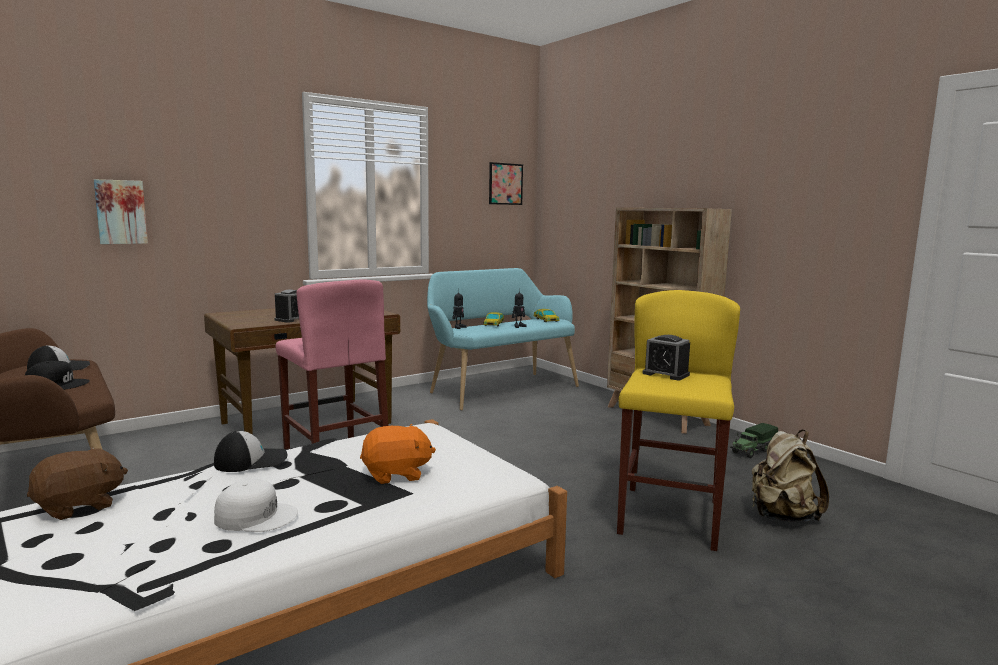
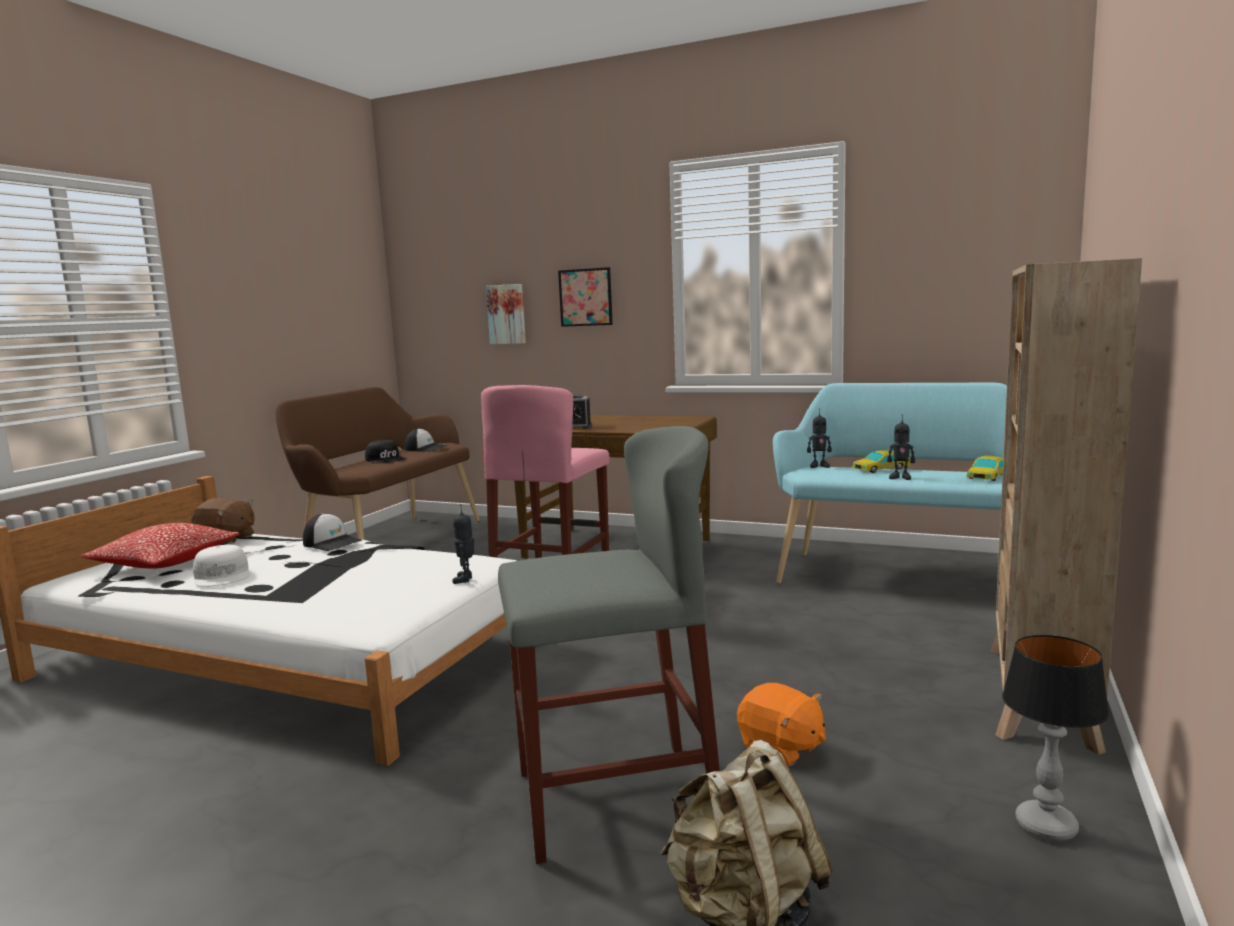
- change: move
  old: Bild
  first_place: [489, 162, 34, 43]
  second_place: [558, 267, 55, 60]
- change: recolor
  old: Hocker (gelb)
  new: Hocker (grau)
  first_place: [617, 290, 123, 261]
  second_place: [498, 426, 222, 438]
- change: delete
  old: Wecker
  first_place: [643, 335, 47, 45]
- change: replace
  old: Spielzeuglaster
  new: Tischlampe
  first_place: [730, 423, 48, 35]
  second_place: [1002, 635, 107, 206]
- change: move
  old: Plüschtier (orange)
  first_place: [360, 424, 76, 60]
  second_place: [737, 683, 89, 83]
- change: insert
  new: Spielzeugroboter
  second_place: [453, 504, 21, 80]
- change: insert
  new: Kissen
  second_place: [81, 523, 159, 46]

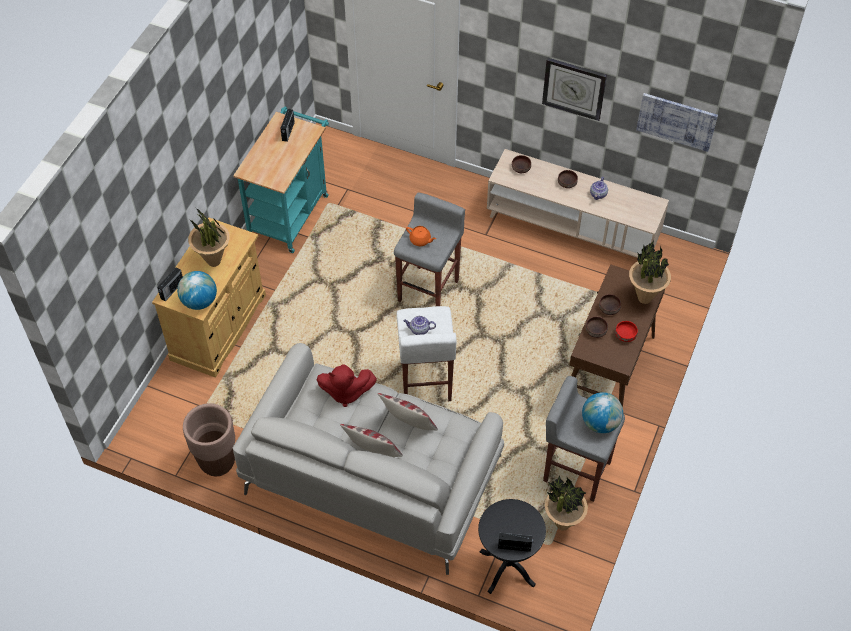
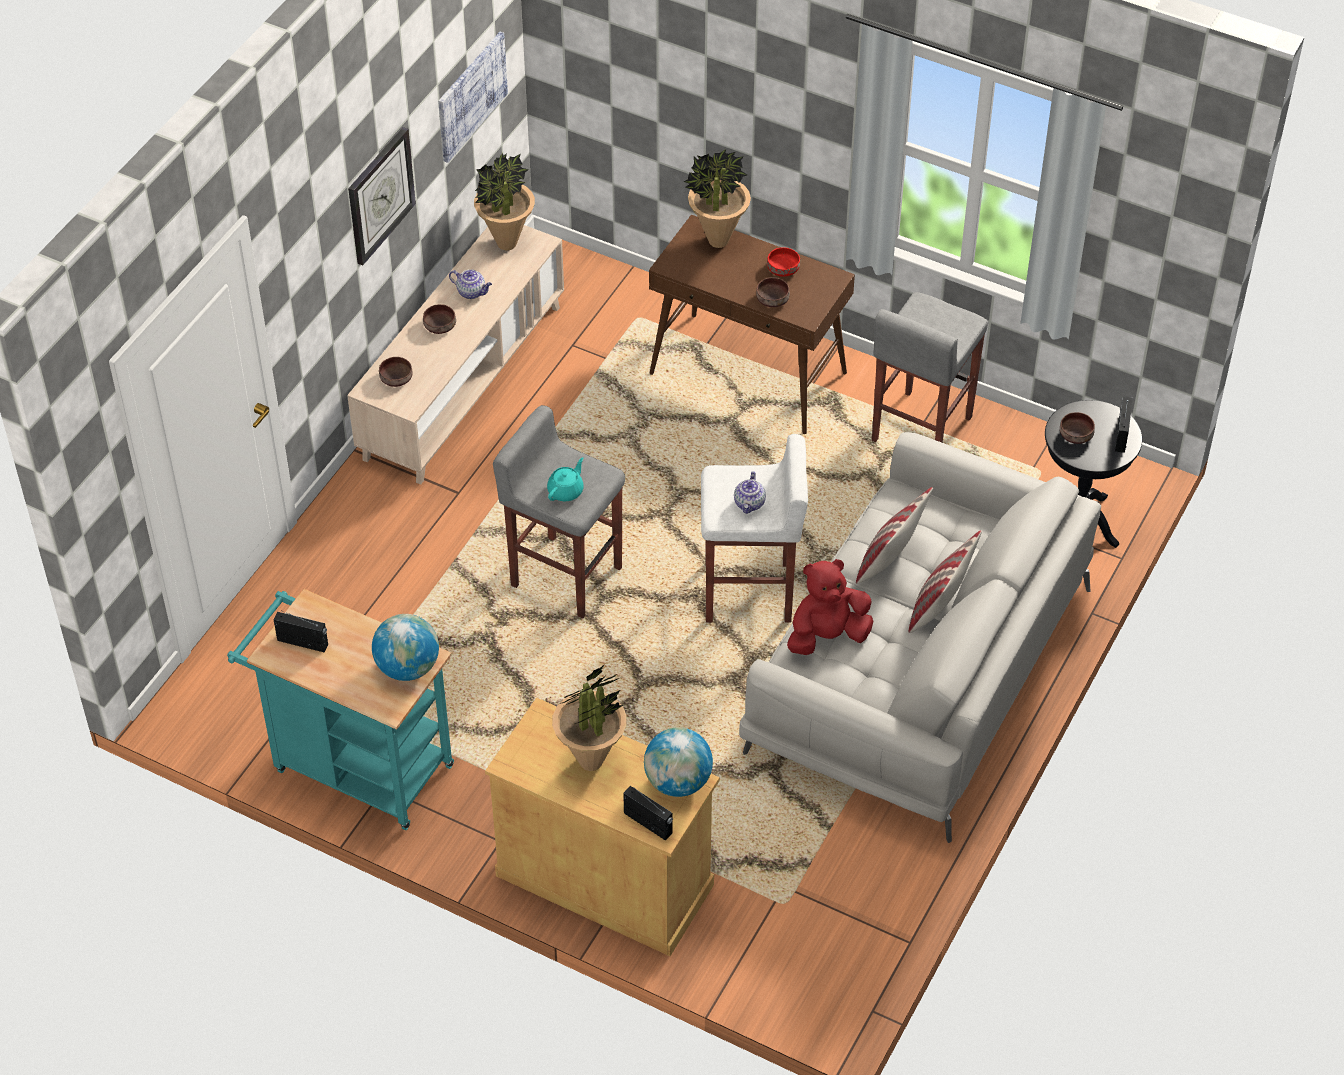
- change: recolor
  old: Teekanne (orange)
  new: Teekanne (türkis)
  first_place: [406, 226, 30, 20]
  second_place: [547, 457, 37, 44]
- change: move
  old: Schüssel (braun)
  first_place: [599, 294, 22, 21]
  second_place: [1060, 412, 35, 32]
- change: rotate
  old: Plüschtier (rot)
  first_place: [316, 364, 61, 43]
  second_place: [787, 559, 86, 96]
  degrees: -120
- change: move
  old: Globus
  first_place: [582, 392, 41, 41]
  second_place: [372, 614, 67, 67]
- change: delete
  old: Pflanzkübel (braun)
  first_place: [183, 403, 52, 73]
- change: move
  old: Topfpflanze
  first_place: [545, 476, 43, 55]
  second_place: [474, 153, 61, 97]

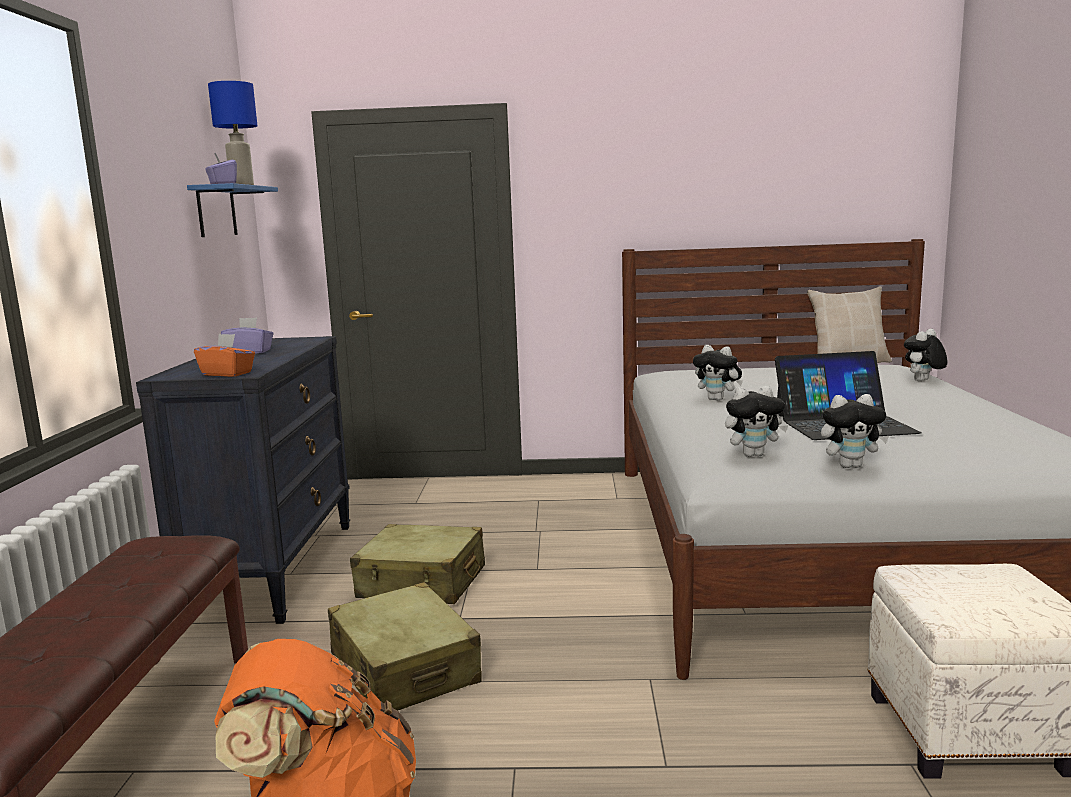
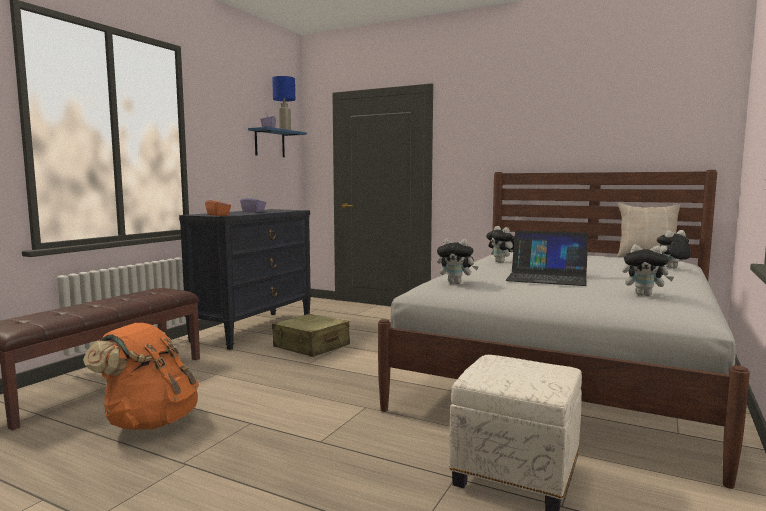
- change: move
  old: Plüschtier
  first_place: [821, 394, 68, 74]
  second_place: [622, 244, 52, 52]
- change: delete
  old: Koffer (beige)
  first_place: [328, 582, 154, 128]

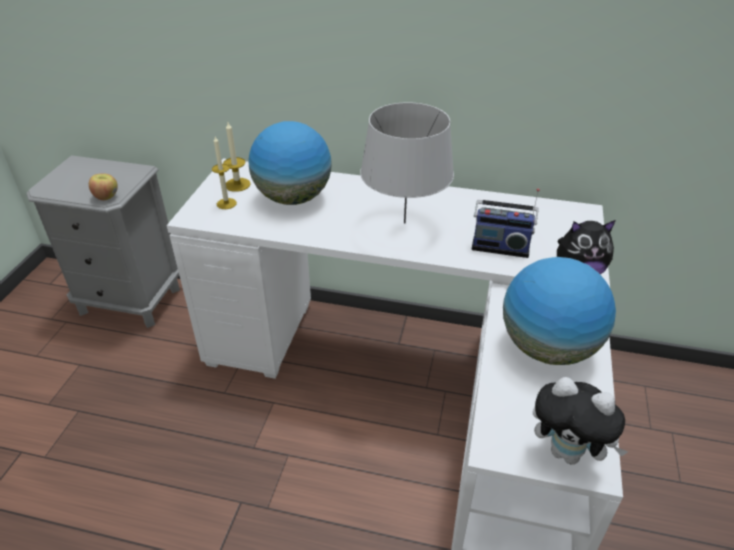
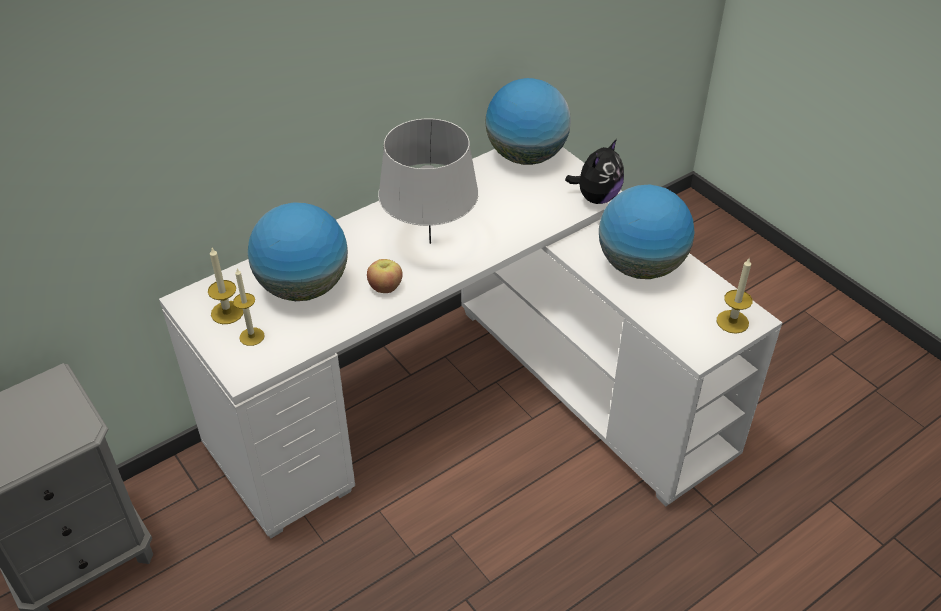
- change: move
  old: Apfel
  first_place: [89, 174, 29, 26]
  second_place: [367, 259, 36, 34]
- change: delete
  old: Radio
  first_place: [471, 188, 69, 70]
- change: replace
  old: Plüschtier
  new: Kerze
  first_place: [533, 377, 95, 88]
  second_place: [717, 257, 36, 77]
- change: insert
  new: Globus
  second_place: [485, 78, 86, 87]

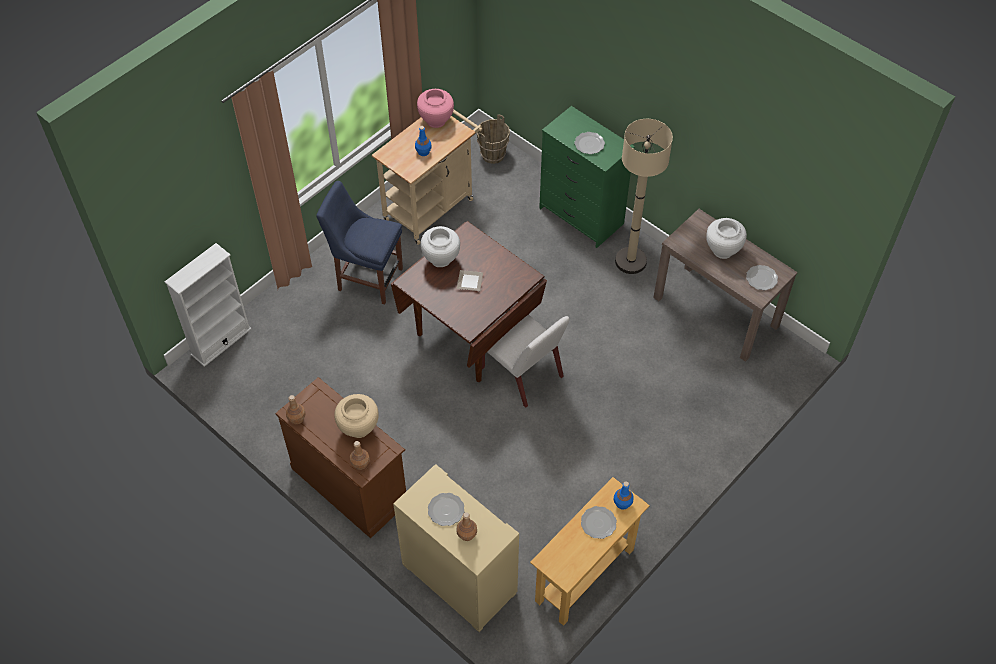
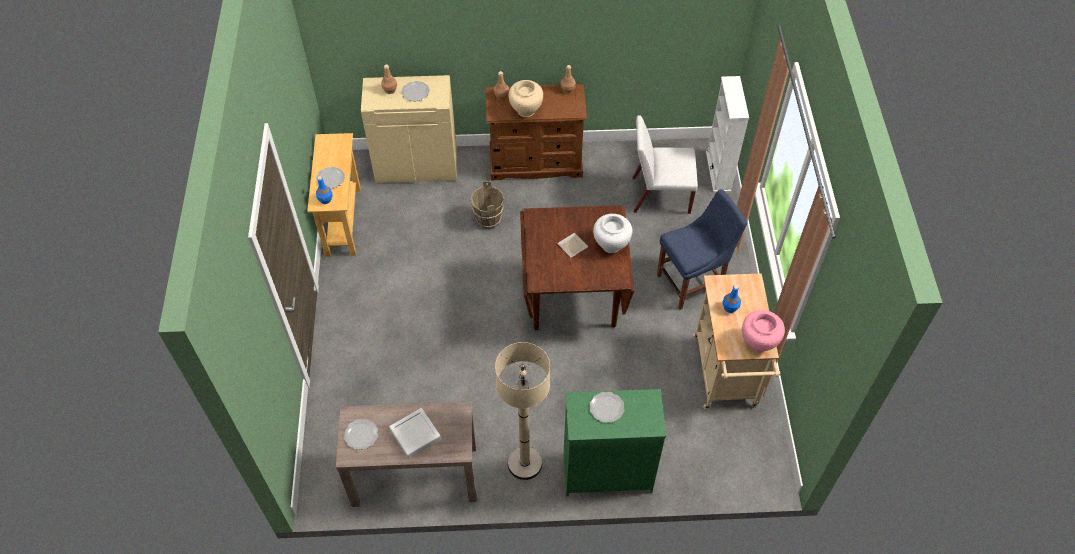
- change: move
  old: Eimer (braun)
  first_place: [476, 115, 34, 49]
  second_place: [471, 181, 33, 48]
- change: replace
  old: Vase (weiß)
  new: Tablett (grau)
  first_place: [706, 218, 41, 41]
  second_place: [389, 408, 52, 51]
- change: move
  old: Stuhl (weiß)
  first_place: [482, 314, 88, 94]
  second_place: [632, 115, 66, 99]

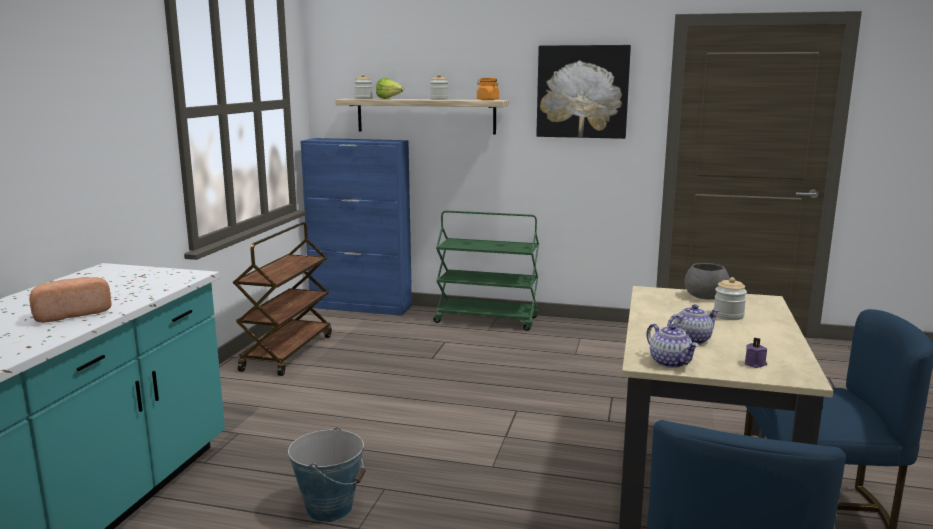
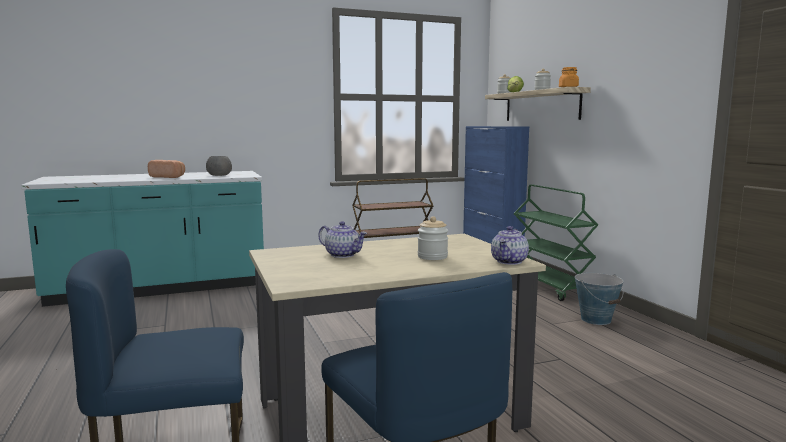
- change: delete
  old: Bild
  first_place: [536, 45, 95, 94]
- change: move
  old: Schüssel (grau)
  first_place: [684, 263, 45, 37]
  second_place: [206, 156, 26, 20]
- change: move
  old: Teekanne
  first_place: [646, 324, 53, 44]
  second_place: [491, 226, 38, 39]
- change: delete
  old: Kerze (lila)
  first_place: [745, 337, 22, 31]
- change: move
  old: Eimer
  first_place: [288, 427, 78, 95]
  second_place: [575, 273, 49, 52]

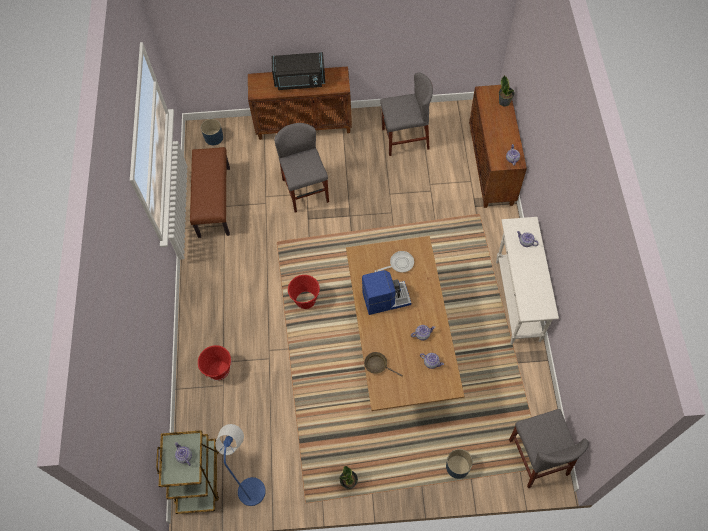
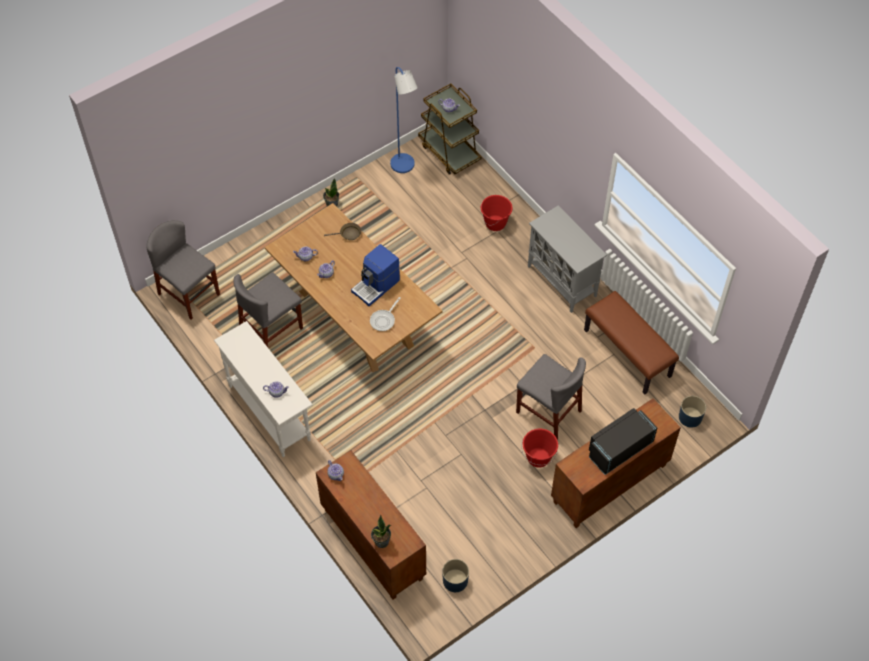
- change: move
  old: Stuhl (grau)
  first_place: [380, 72, 53, 84]
  second_place: [233, 272, 70, 75]
- change: move
  old: Eimer (rot)
  first_place: [288, 275, 32, 34]
  second_place: [521, 429, 37, 39]
- change: move
  old: Pflanzkübel (blau)
  first_place: [446, 449, 27, 30]
  second_place: [442, 559, 27, 33]
- change: insert
  new: Schrank (grau)
  second_place: [528, 205, 79, 108]

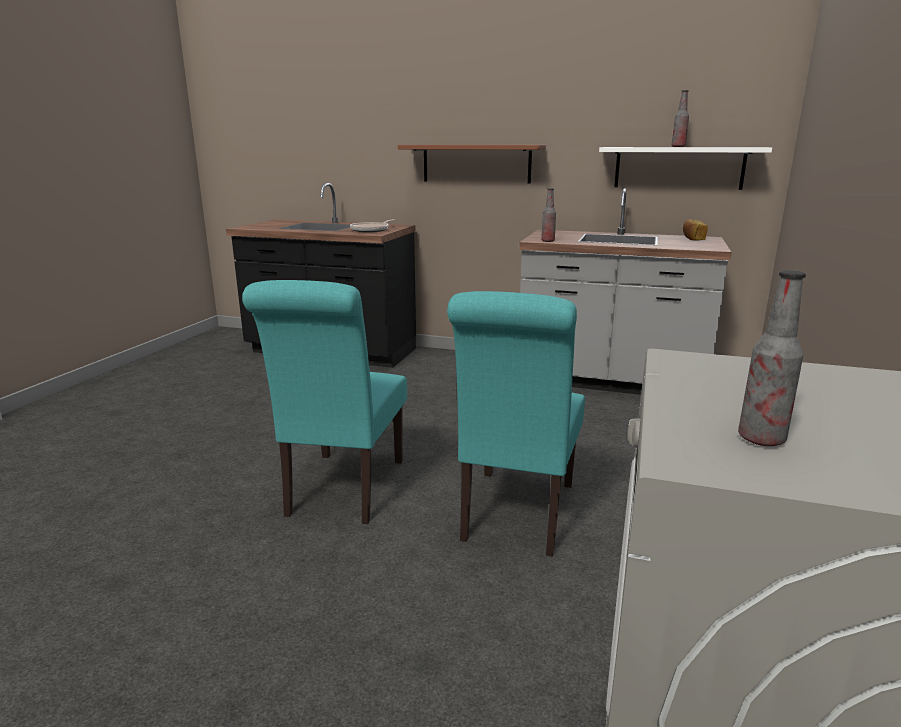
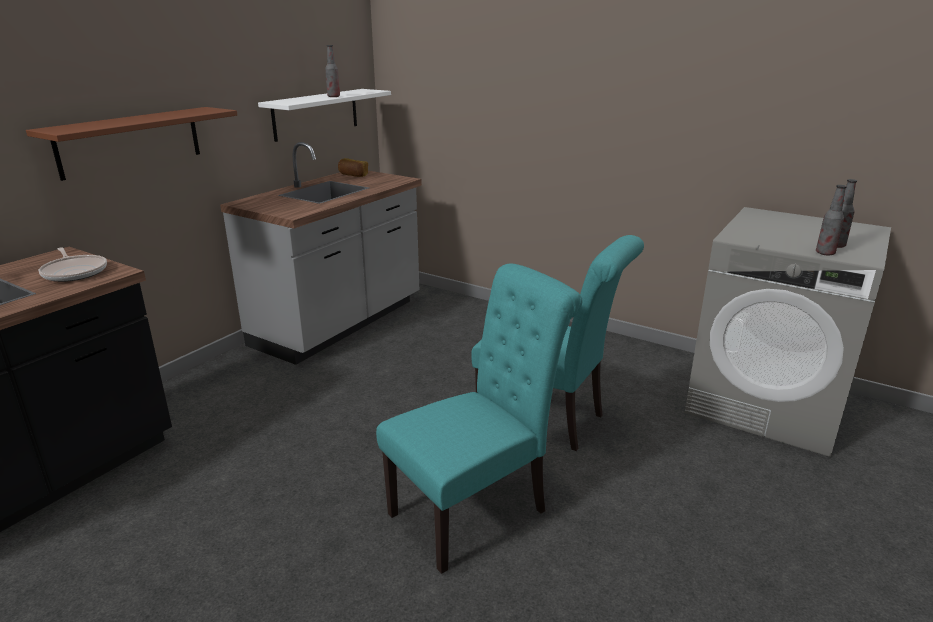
- change: move
  old: Flasche
  first_place: [541, 188, 15, 54]
  second_place: [816, 185, 31, 70]
- change: rotate
  old: Stuhl (türkis)
  first_place: [242, 280, 165, 244]
  second_place: [376, 263, 206, 311]
  degrees: -60

